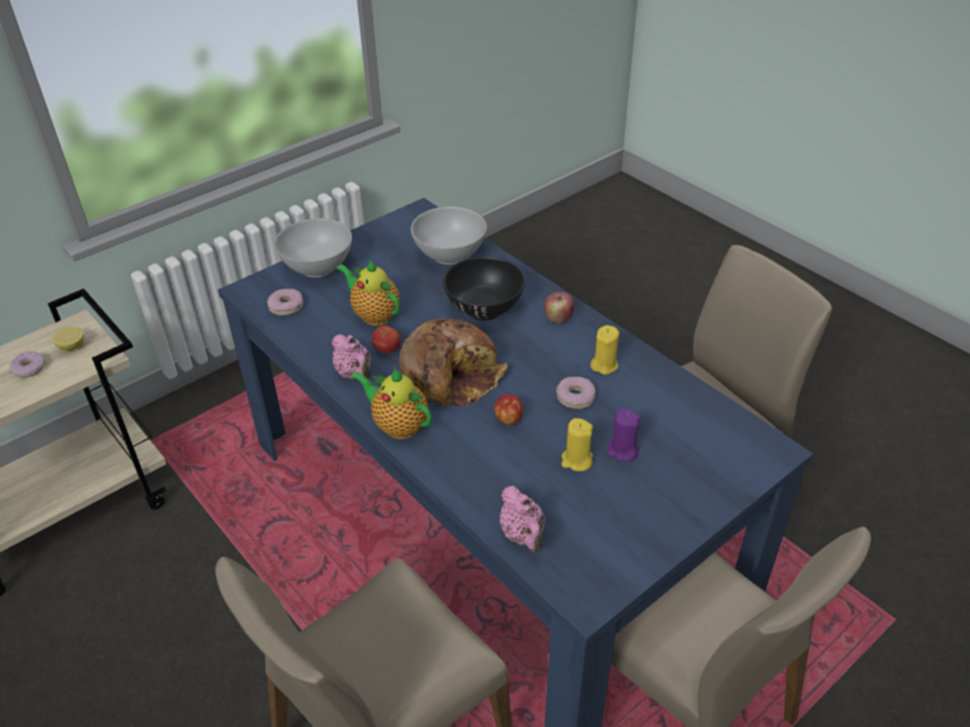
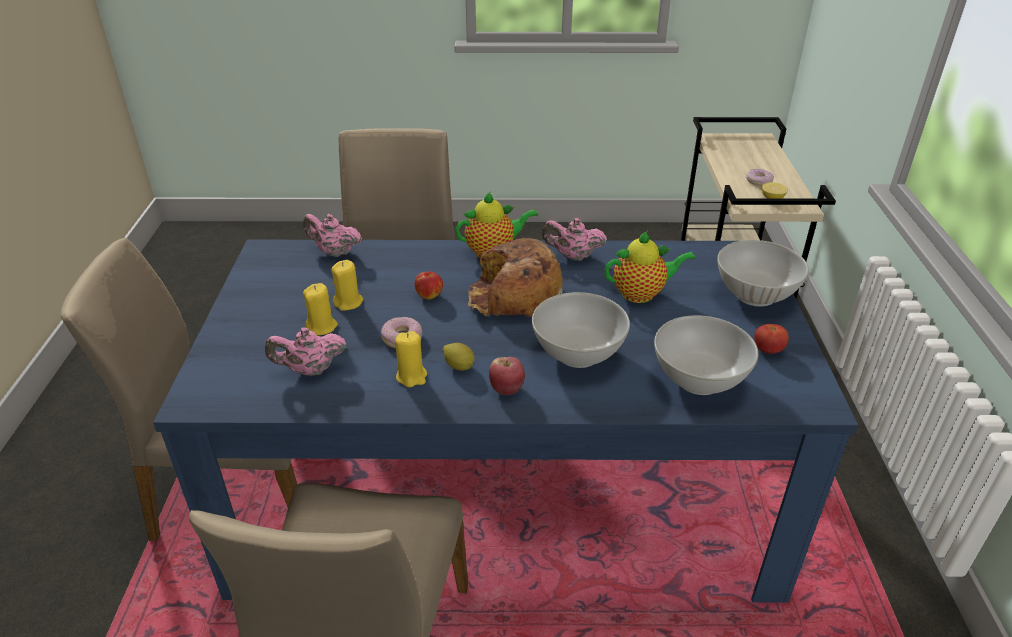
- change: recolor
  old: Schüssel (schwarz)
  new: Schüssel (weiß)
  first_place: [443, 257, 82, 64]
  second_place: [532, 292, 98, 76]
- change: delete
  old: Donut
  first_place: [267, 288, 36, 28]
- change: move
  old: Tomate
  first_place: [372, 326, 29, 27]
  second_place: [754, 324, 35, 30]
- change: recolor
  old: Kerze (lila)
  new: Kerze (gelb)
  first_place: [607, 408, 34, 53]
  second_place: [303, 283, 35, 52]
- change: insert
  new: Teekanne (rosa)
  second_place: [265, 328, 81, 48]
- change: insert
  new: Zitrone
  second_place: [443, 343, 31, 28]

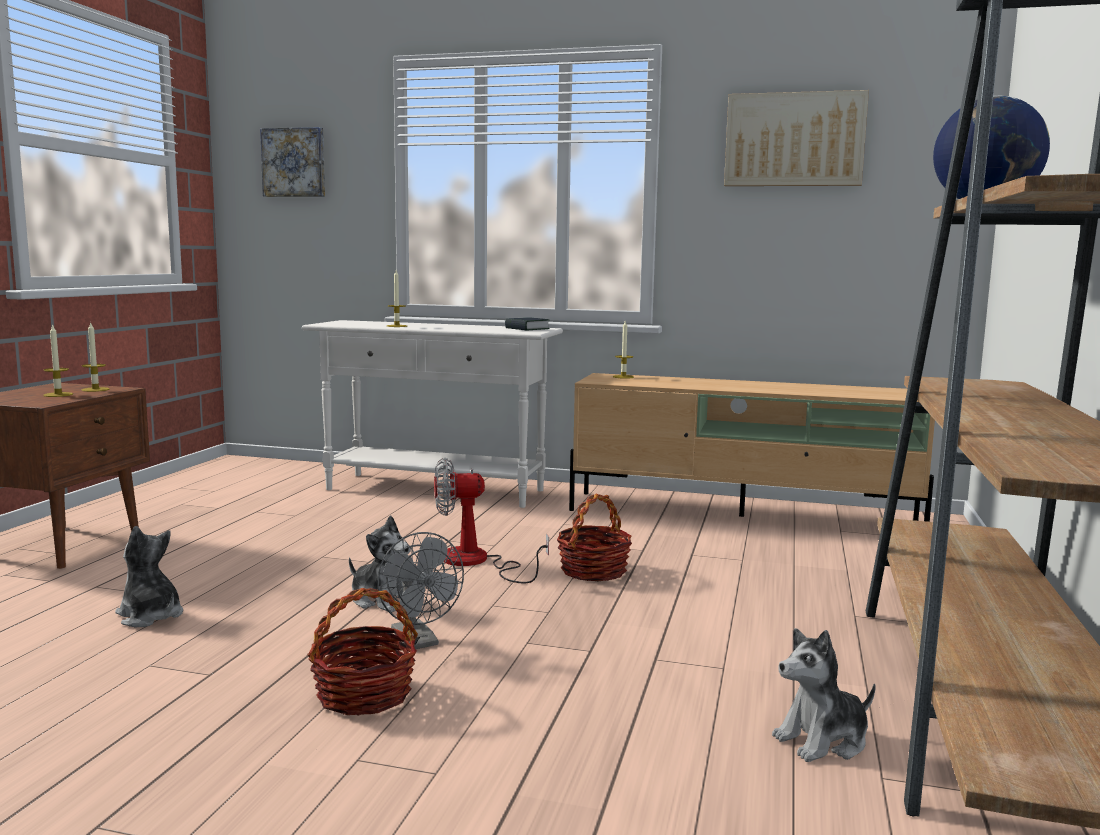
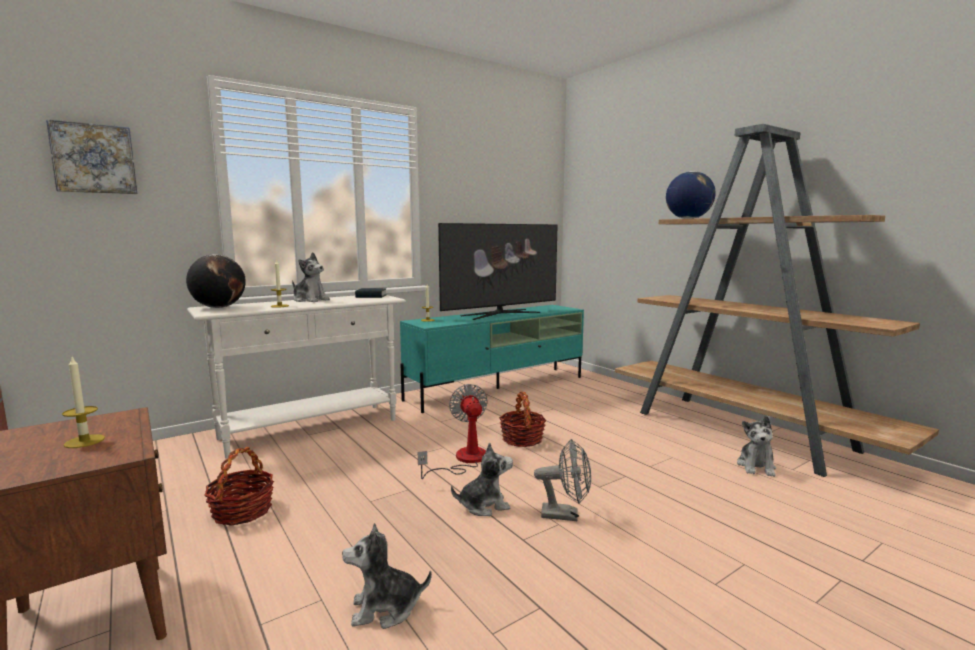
- change: delete
  old: Bild
  first_place: [724, 90, 145, 96]
- change: delete
  old: Kerze
  first_place: [82, 322, 28, 70]
- change: recolor
  old: Fernsehschrank (beige)
  new: Fernsehschrank (türkis)
  first_place: [569, 373, 366, 149]
  second_place: [400, 305, 184, 108]
- change: rotate
  old: Ventilator
  first_place: [434, 458, 115, 126]
  second_place: [418, 384, 70, 95]
  degrees: 135
- change: move
  old: Korb
  first_place: [307, 588, 111, 128]
  second_place: [204, 447, 70, 79]
- change: insert
  new: Fernseher
  second_place: [438, 223, 120, 97]
- change: insert
  new: Plüschtier
  second_place: [292, 252, 38, 50]
- change: insert
  new: Globus
  second_place: [186, 254, 60, 54]

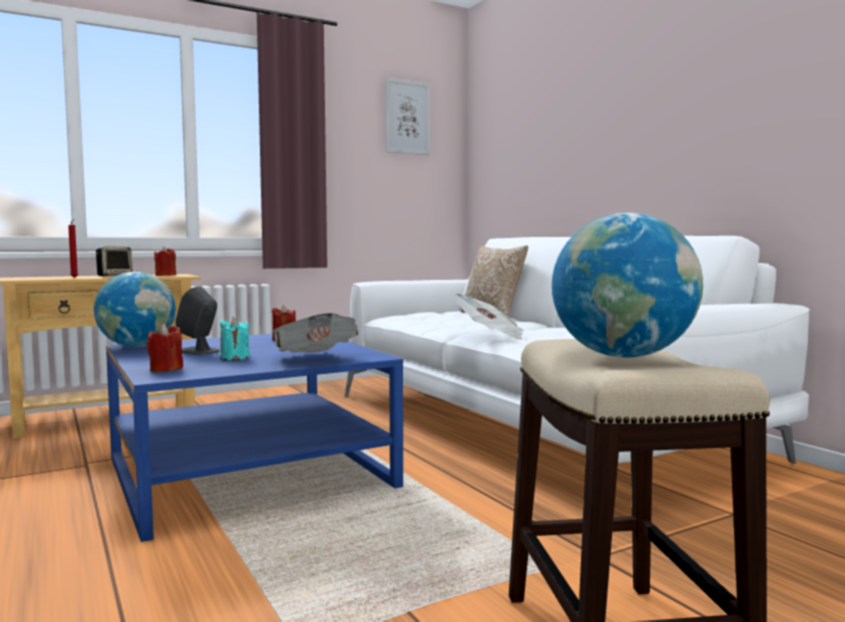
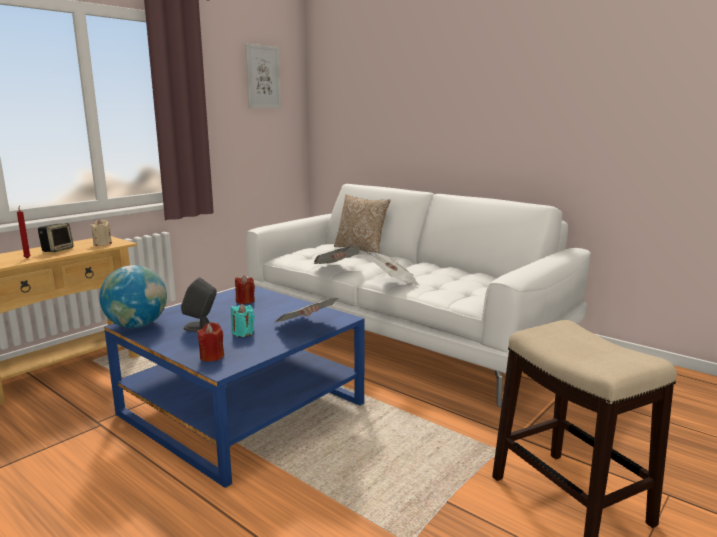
- change: delete
  old: Globus
  first_place: [552, 213, 151, 145]
- change: recolor
  old: Kerze (rot)
  new: Kerze (beige)
  first_place: [154, 247, 22, 29]
  second_place: [90, 219, 22, 27]
- change: insert
  new: Zeitung
  second_place: [314, 246, 46, 18]

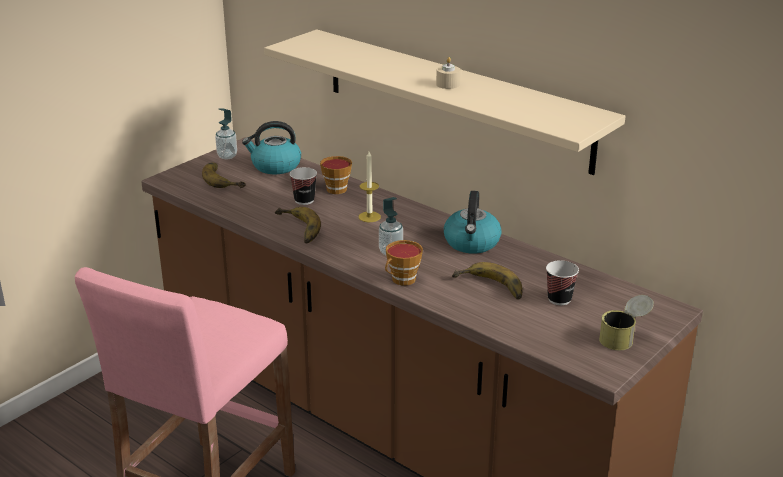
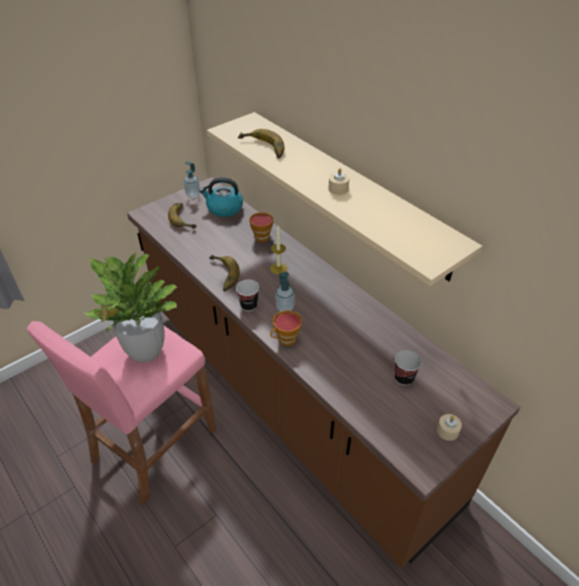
- change: move
  old: Tasse
  first_place: [290, 167, 27, 38]
  second_place: [236, 280, 23, 31]
- change: delete
  old: Wasserkessel
  first_place: [444, 191, 58, 62]
- change: move
  old: Banane
  first_place: [452, 262, 71, 38]
  second_place: [238, 129, 46, 29]
- change: replace
  old: Dose
  new: Kerze (beige)
  first_place: [599, 295, 55, 55]
  second_place: [437, 414, 25, 27]
- change: insert
  new: Topfpflanze
  second_place: [84, 251, 93, 111]

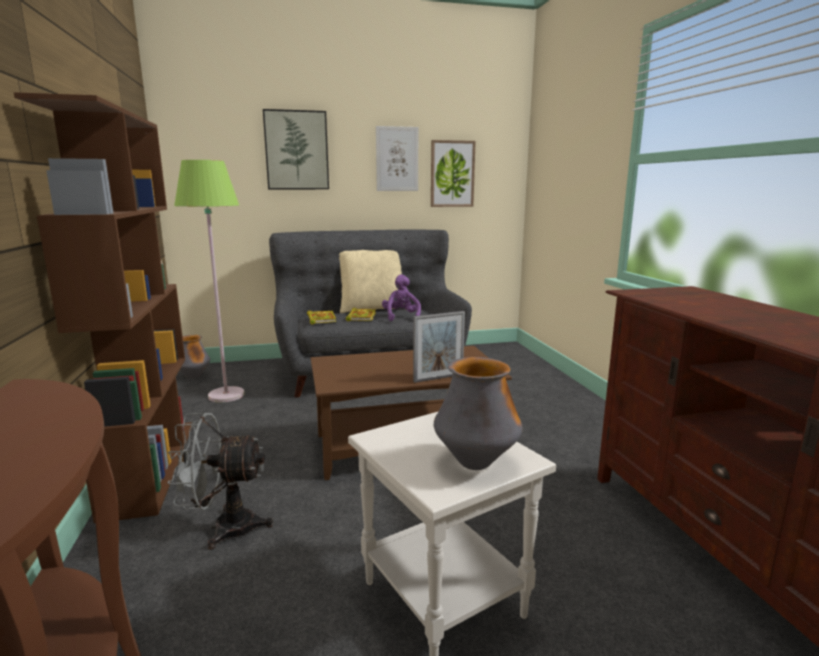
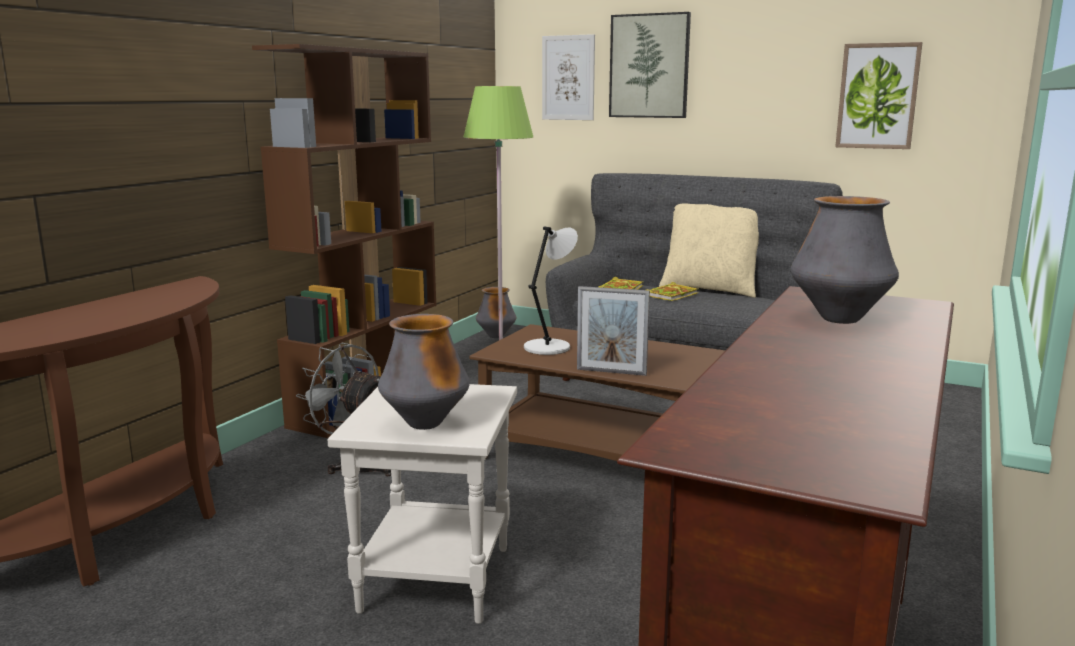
- change: move
  old: Bild
  first_place: [376, 126, 42, 65]
  second_place: [542, 34, 53, 86]
- change: delete
  old: Plüschtier (lila)
  first_place: [382, 274, 39, 47]
- change: insert
  new: Vase
  second_place: [791, 196, 108, 128]
- change: insert
  new: Tischlampe (grau)
  second_place: [524, 226, 54, 129]

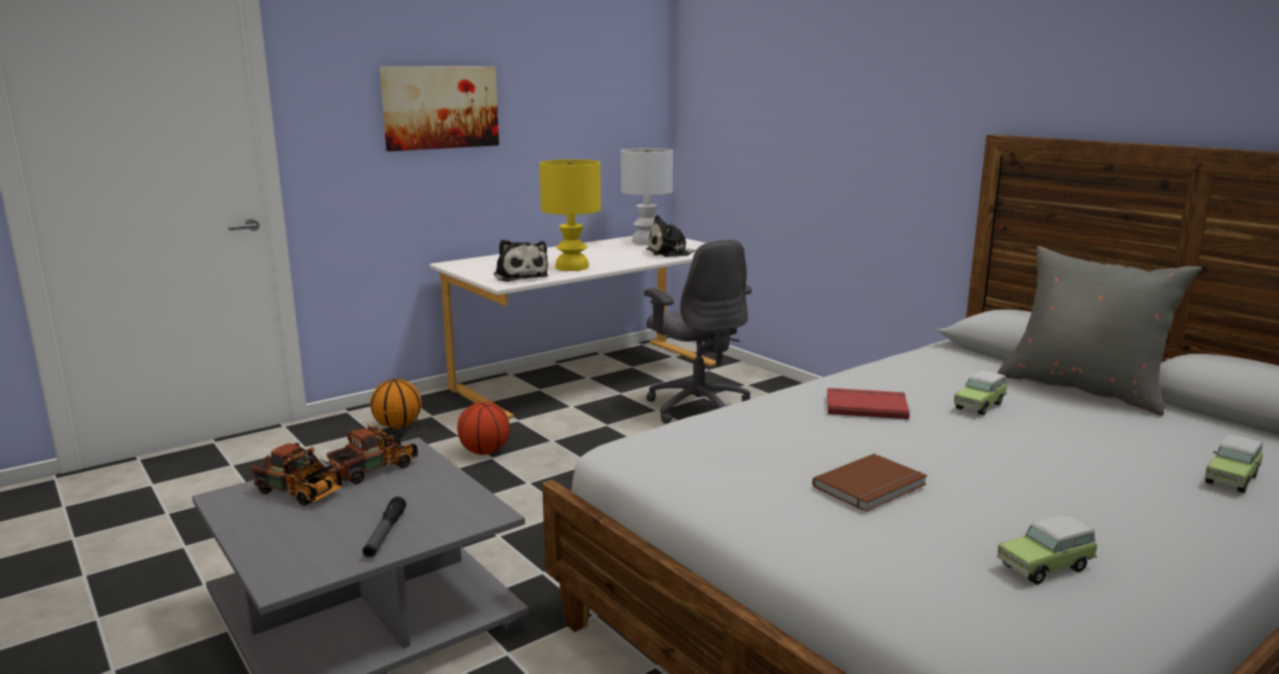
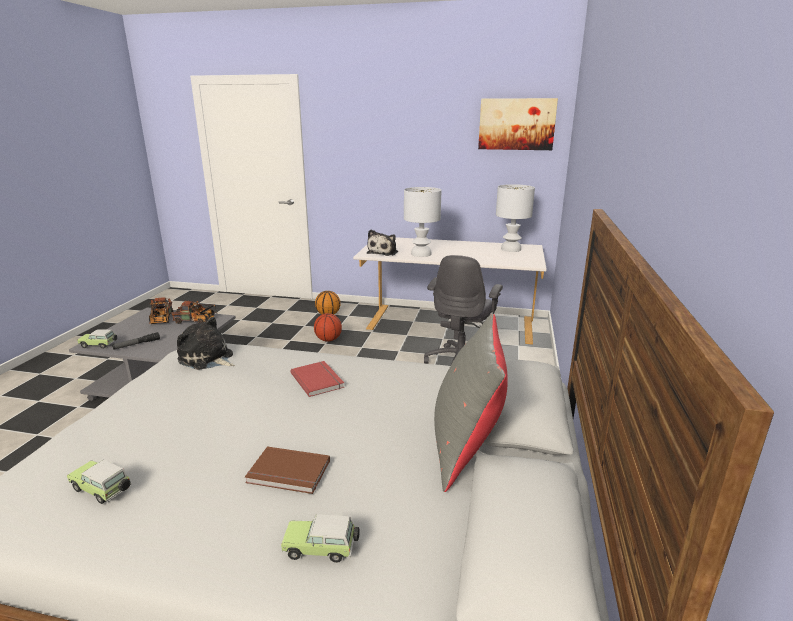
- change: move
  old: Bild
  first_place: [380, 66, 119, 85]
  second_place: [478, 98, 80, 52]
- change: recolor
  old: Tischlampe (gelb)
  new: Tischlampe (weiß)
  first_place: [540, 159, 61, 112]
  second_place: [404, 187, 38, 70]
- change: move
  old: Plüschtier
  first_place: [646, 215, 51, 42]
  second_place: [177, 317, 58, 53]
- change: move
  old: Spielzeugauto
  first_place: [954, 370, 53, 45]
  second_place: [77, 329, 40, 20]
- change: move
  old: Buch (braun)
  first_place: [812, 454, 115, 58]
  second_place: [245, 447, 85, 47]

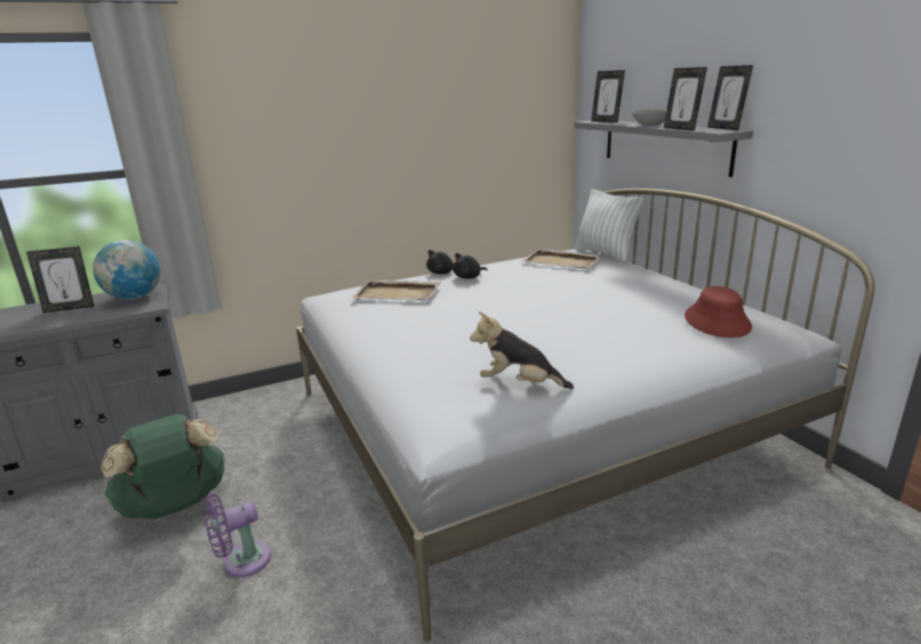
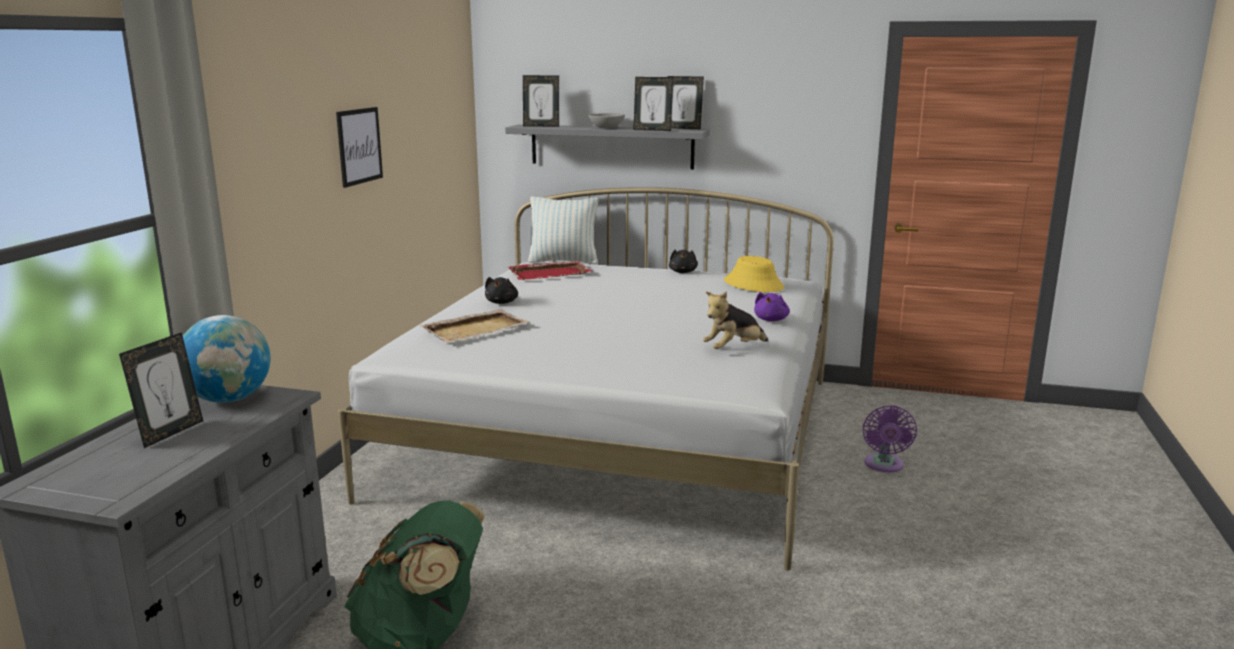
- change: recolor
  old: Tablett (beige)
  new: Tablett (rot)
  first_place: [521, 249, 82, 19]
  second_place: [508, 261, 84, 19]
- change: move
  old: Plüschtier (schwarz)
  first_place: [426, 250, 28, 24]
  second_place: [669, 250, 29, 23]
- change: recolor
  old: Hut (rot)
  new: Hut (gelb)
  first_place: [685, 286, 67, 52]
  second_place: [724, 256, 60, 36]
- change: move
  old: Ventilator (lila)
  first_place: [201, 494, 70, 83]
  second_place: [863, 405, 54, 67]
- change: insert
  new: Bild
  second_place: [336, 107, 47, 81]
- change: insert
  new: Plüschtier (lila)
  second_place: [754, 292, 36, 29]

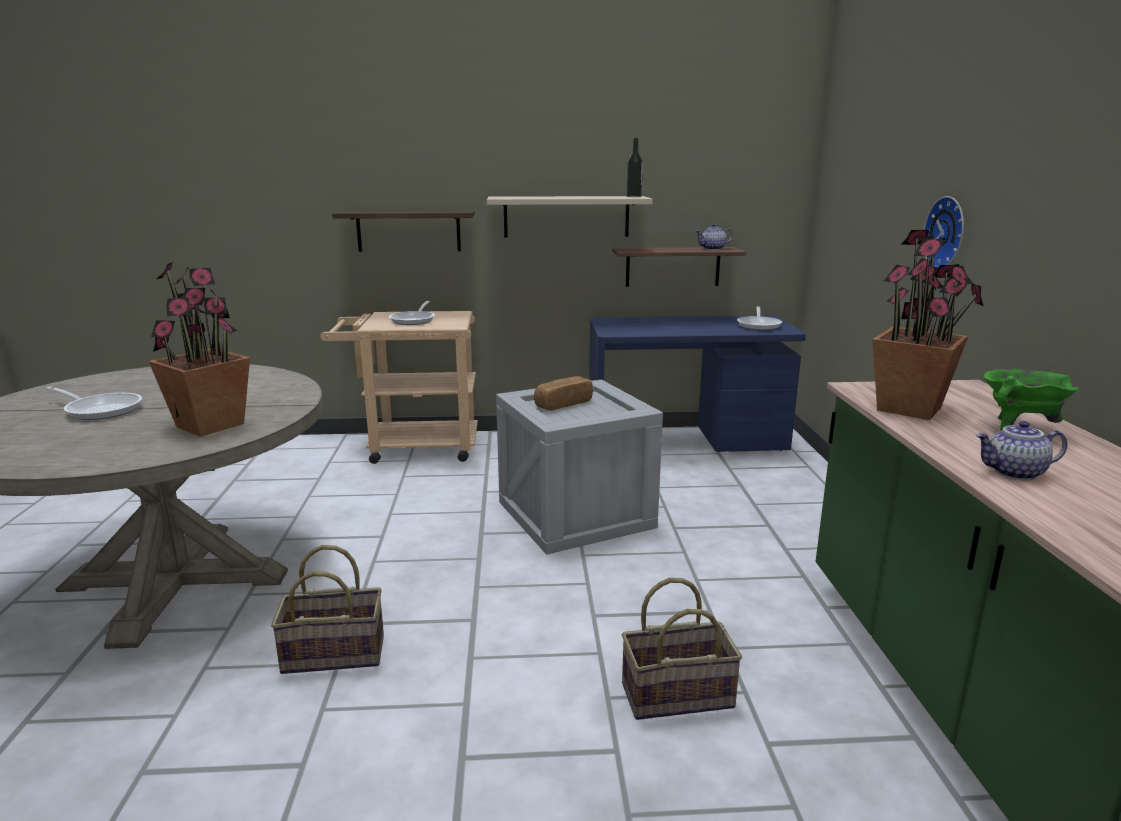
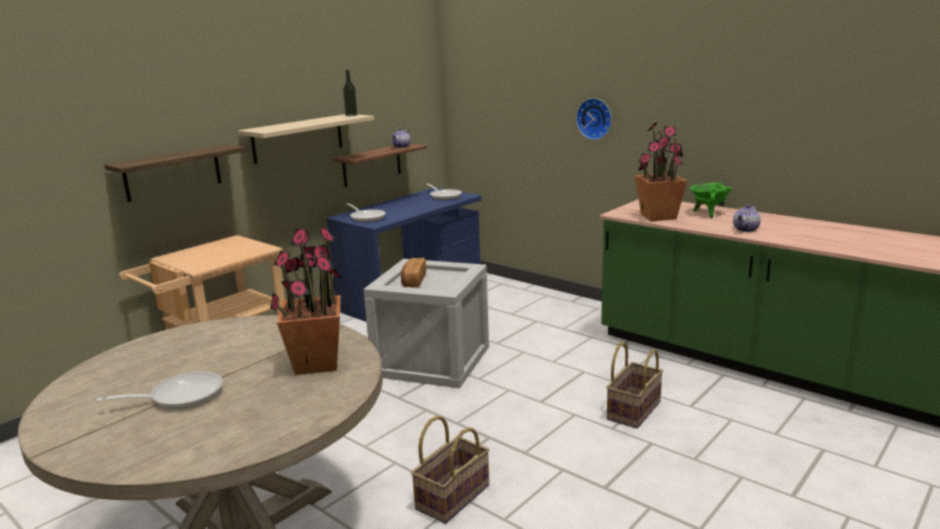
- change: move
  old: Pfanne
  first_place: [389, 301, 46, 24]
  second_place: [347, 203, 39, 19]

